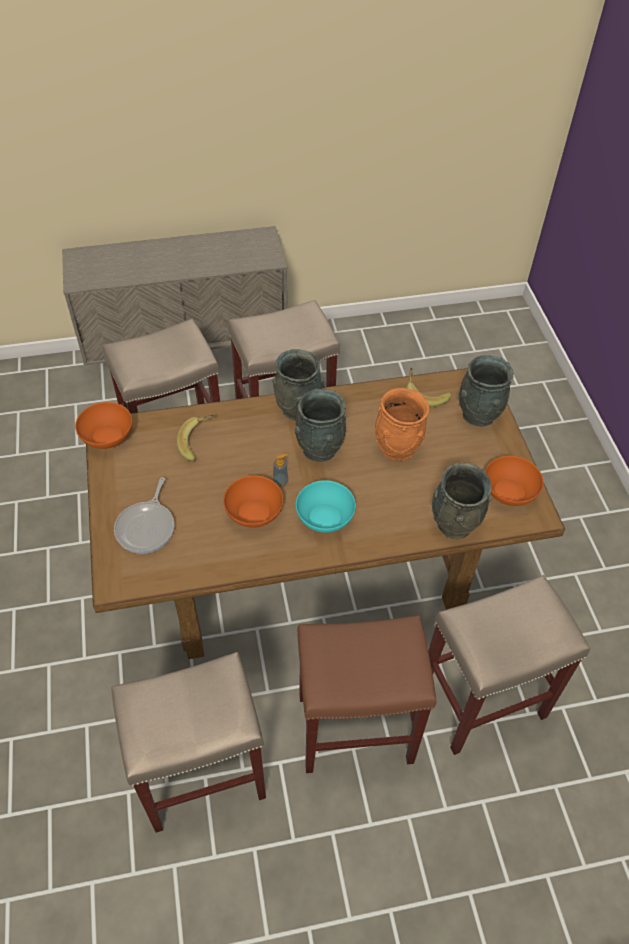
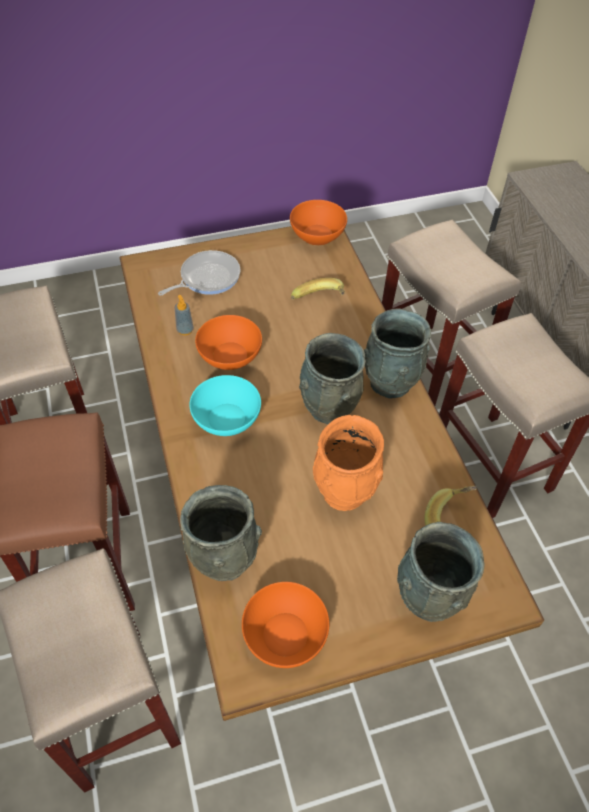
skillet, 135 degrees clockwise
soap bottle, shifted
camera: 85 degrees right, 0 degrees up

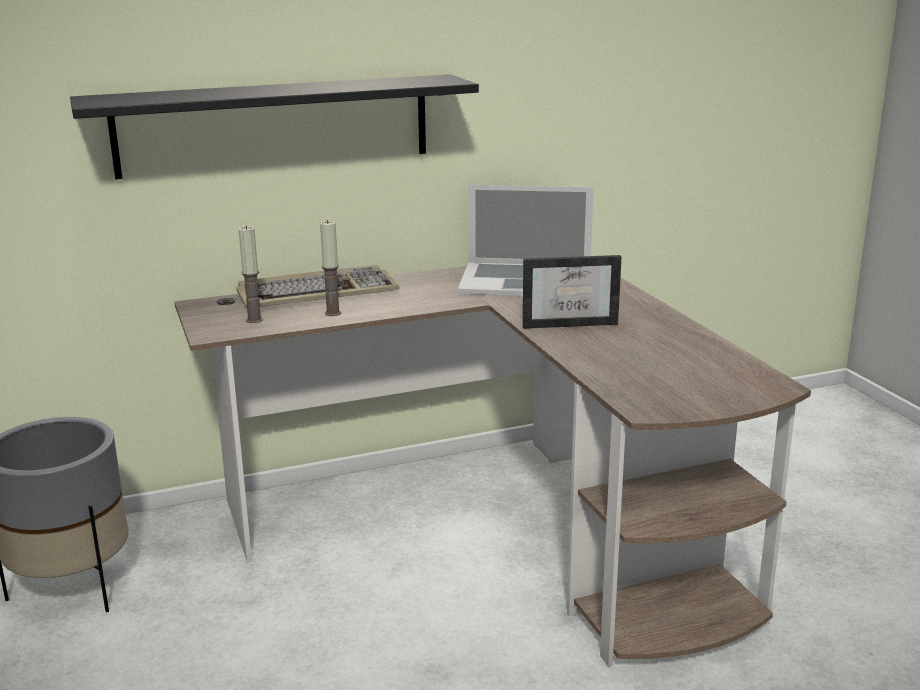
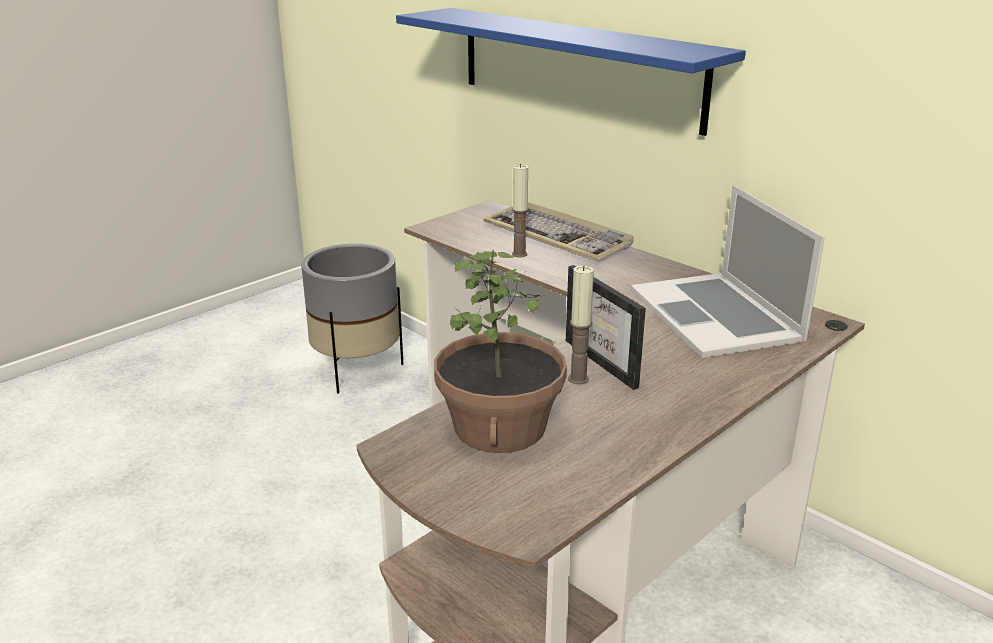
black wall shelf → blue-coloured wall shelf
- → potted plant
wax light (no. 1 from left in the first image) → wax light (no. 2 from left), shifted
camera: 65 degrees right, 5 degrees up

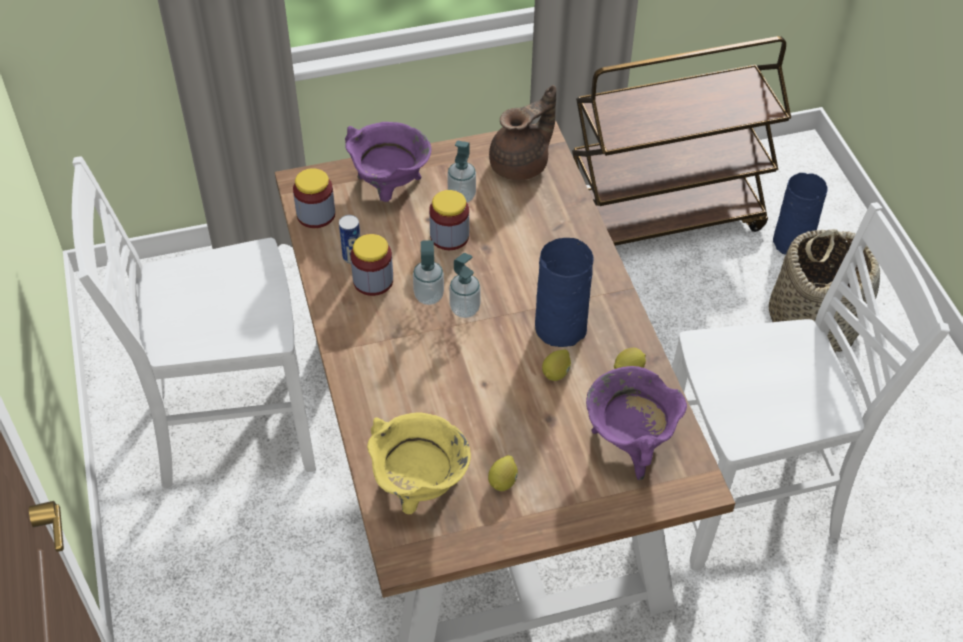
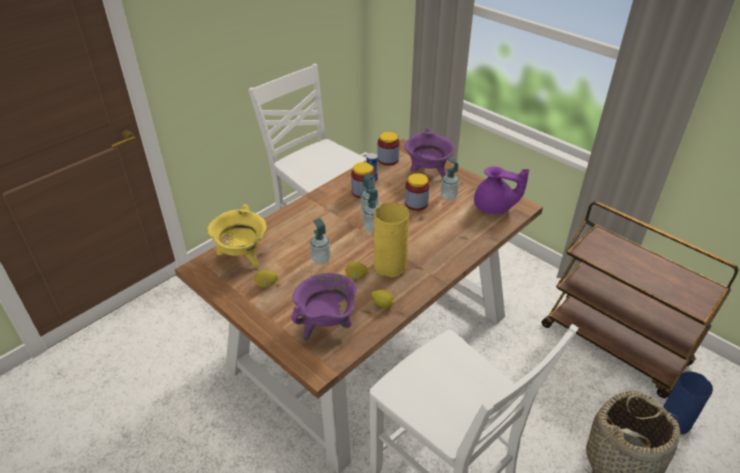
- → soap bottle (no. 1 from left)
blue-coloured flower vase (no. 1 from left) → yellowish flower vase
brown-coloured pot for tea → purple pot for tea
camera: 60 degrees right, 10 degrees down

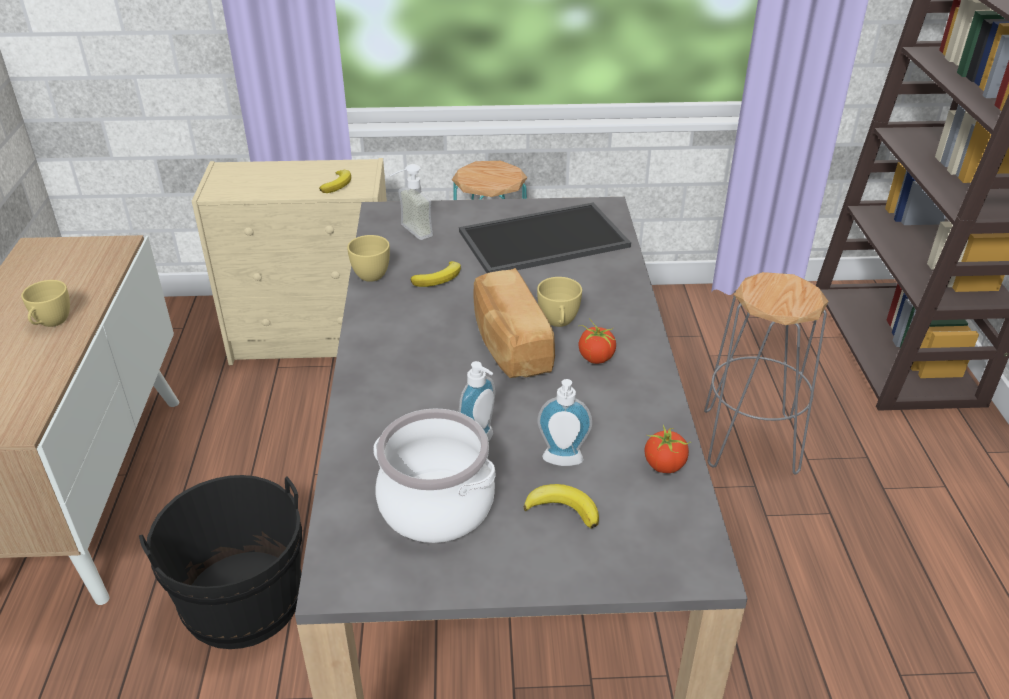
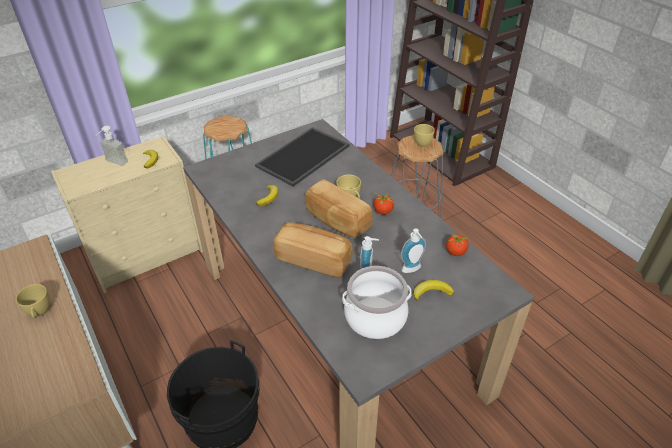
soap bottle (no. 1 from left), shifted
- → baked bread (no. 1 from left)
yellowish small cup (no. 2 from left in the first image) → yellowish small cup (no. 3 from left), shifted
camera: 30 degrees left, 5 degrees up

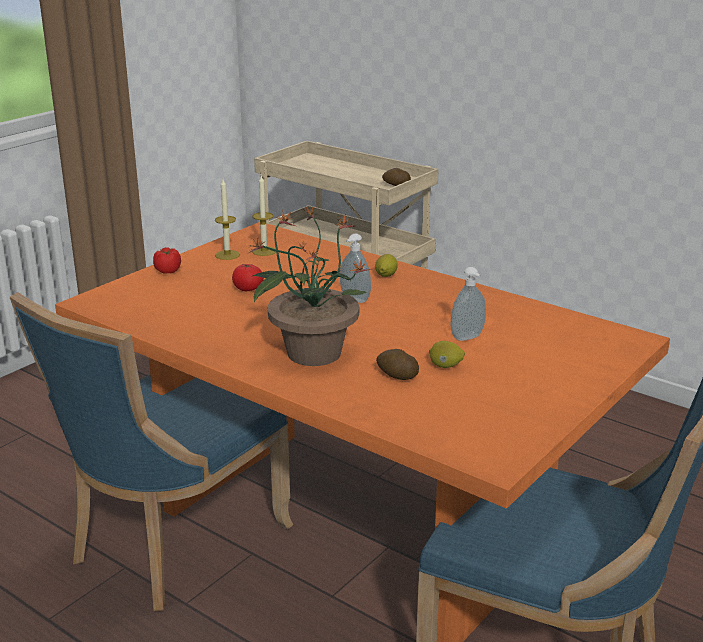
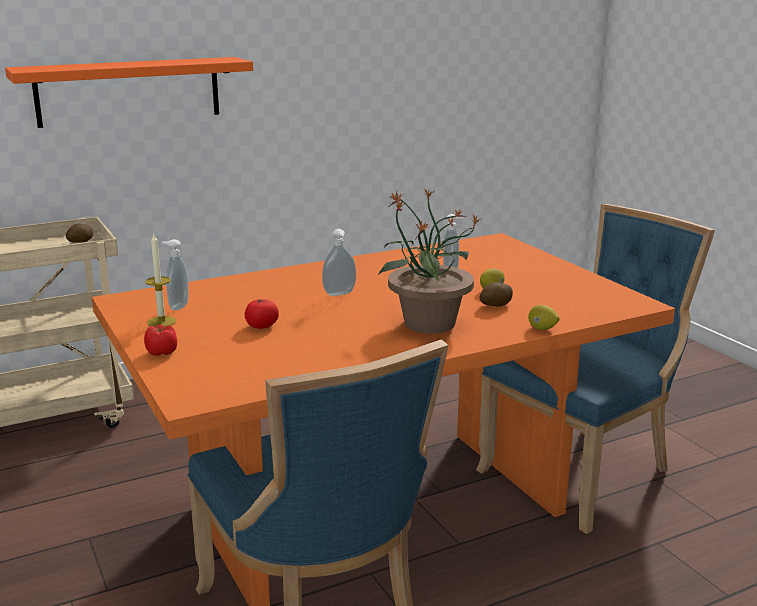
- → orange-coloured wall shelf
wax light (no. 2 from left) → soap bottle (no. 1 from left)
citrus fruit (no. 1 from left in the first image) → citrus fruit (no. 2 from left), shifted
camera: 65 degrees left, 5 degrees down

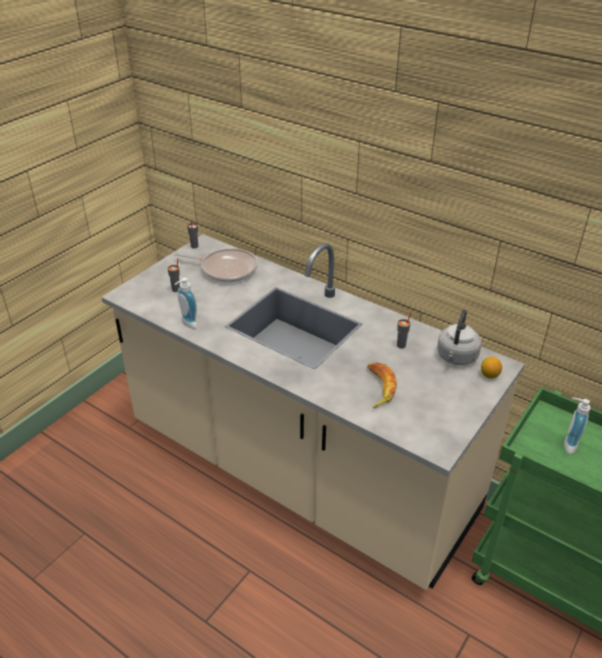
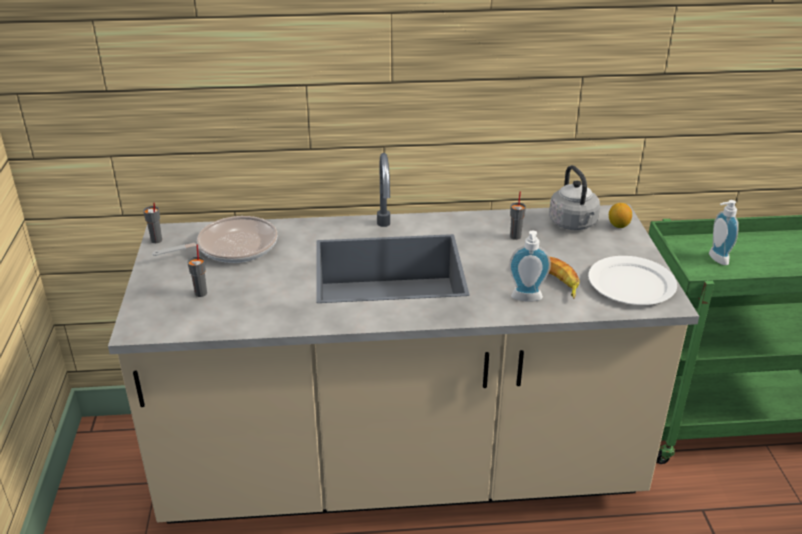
soap bottle (no. 1 from left), shifted
- → white flat dish
camera: 40 degrees left, 5 degrees down

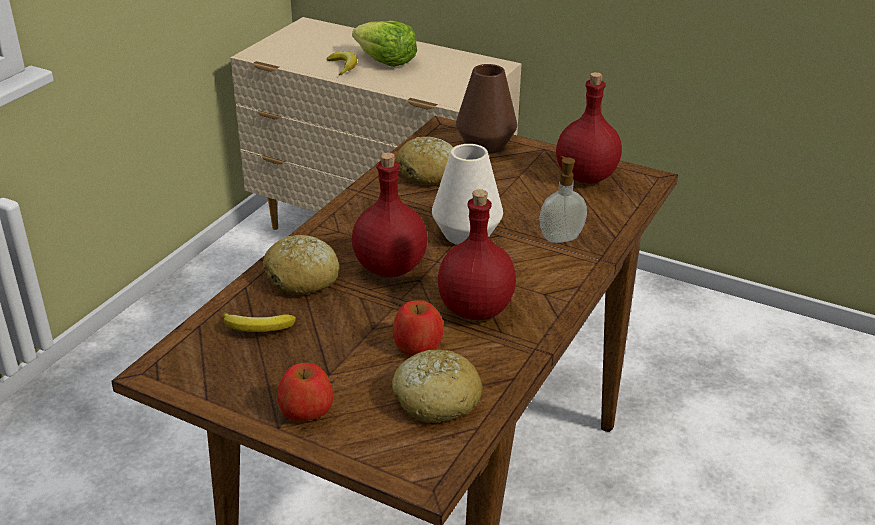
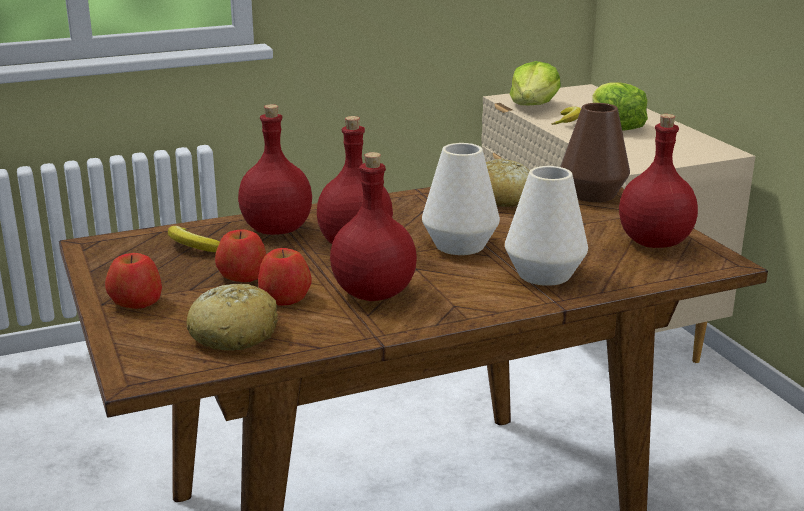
- → apple (no. 2 from left)
baked bread (no. 1 from left) → reddish drink bottle (no. 1 from left)
soap bottle → white flower vase (no. 2 from left)
- → lettuce head (no. 1 from left)
camera: 40 degrees right, 10 degrees down

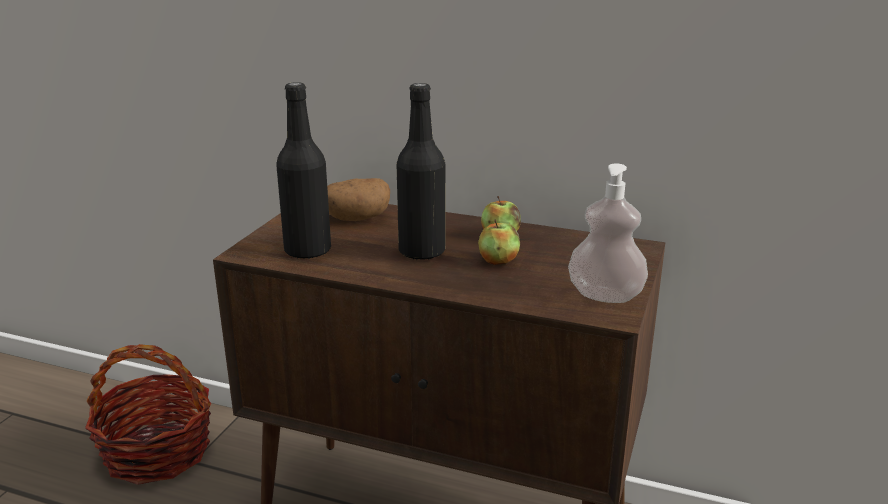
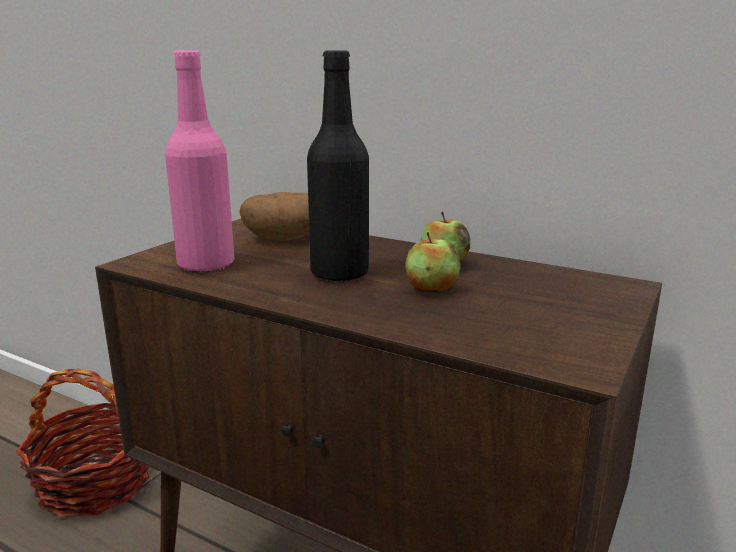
black drink bottle (no. 1 from left) → pink drink bottle
soap bottle → -
camera: 10 degrees right, 5 degrees down

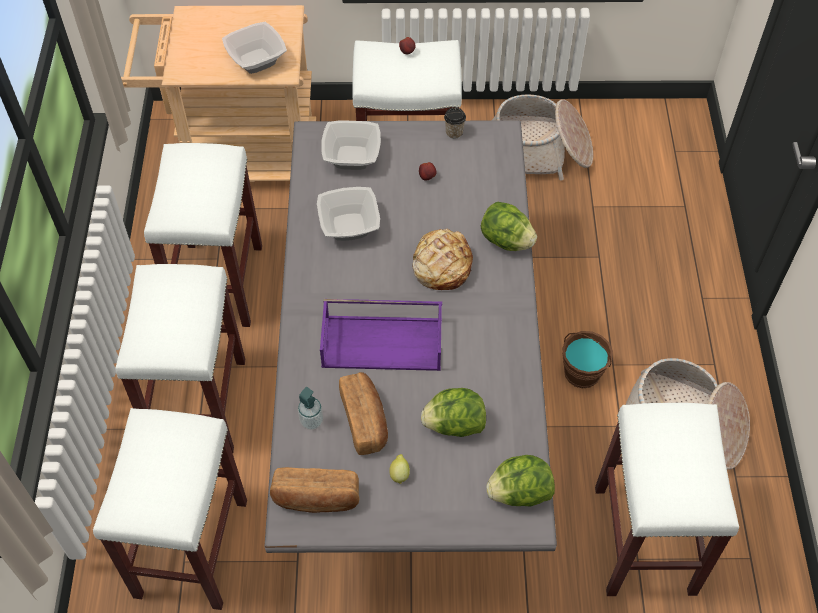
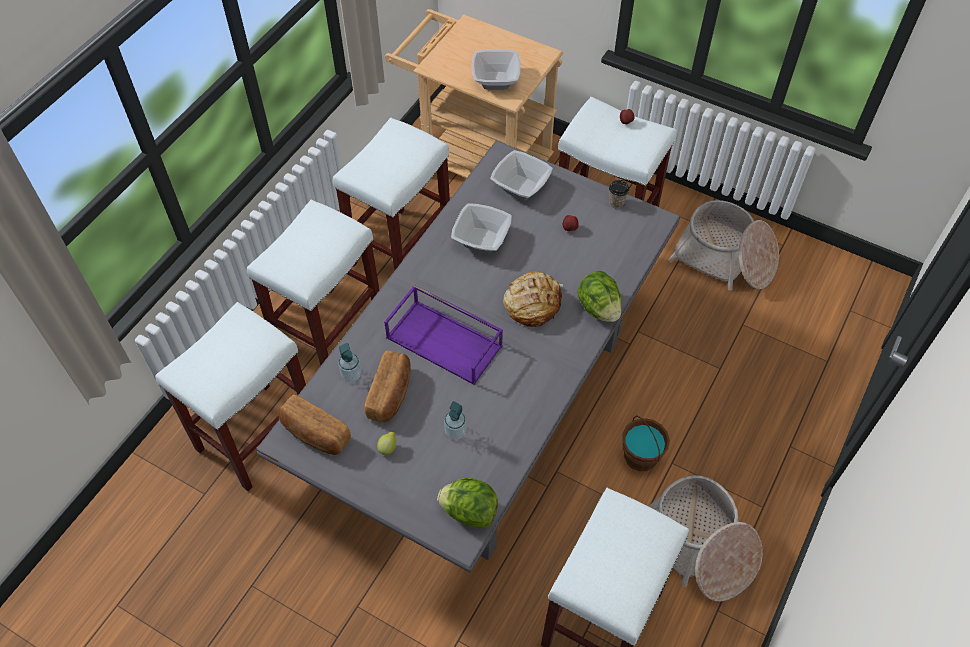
lettuce head (no. 1 from left) → soap bottle (no. 2 from left)
camera: 30 degrees right, 0 degrees up

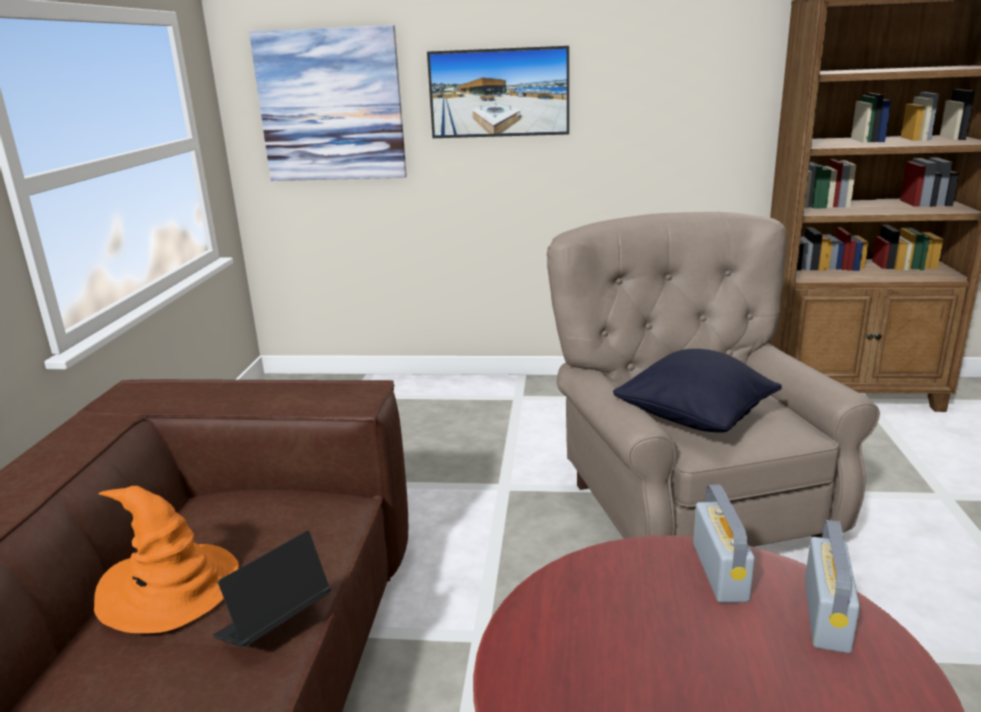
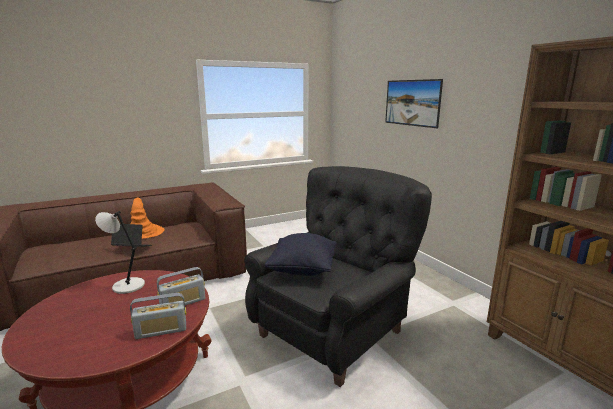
- → gray table lamp
beige lounge chair → black lounge chair
wall art (no. 1 from left) → -
camera: 55 degrees right, 5 degrees down

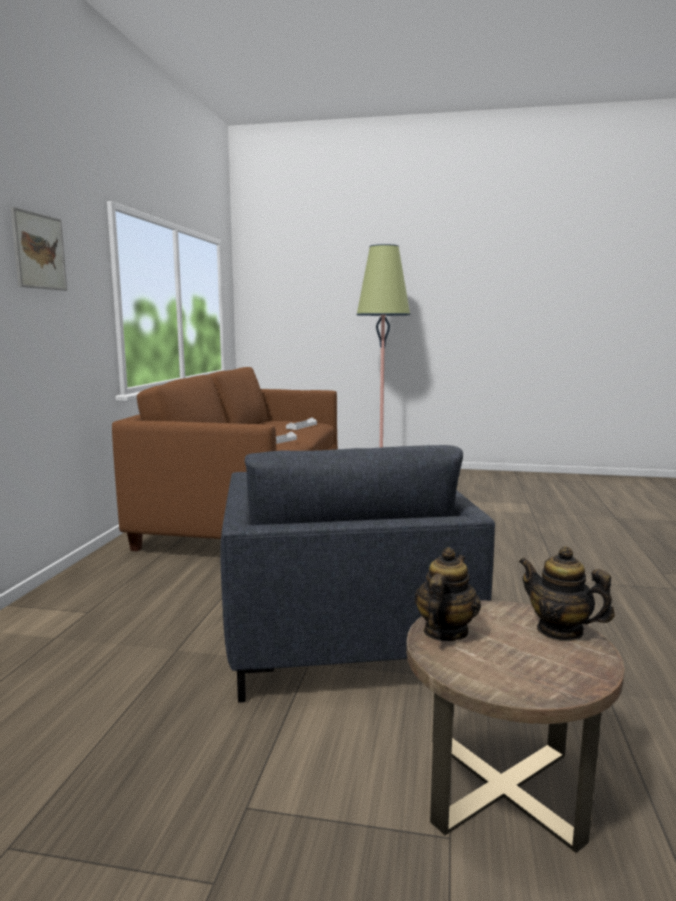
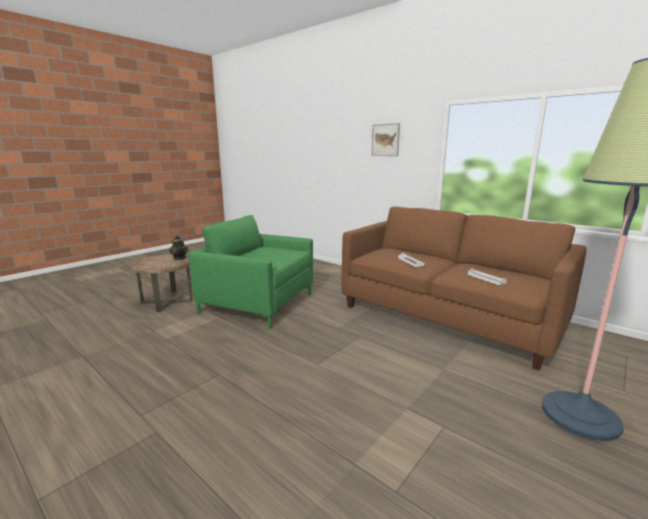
gray lounge chair → greenish lounge chair
pot for tea (no. 2 from left) → -
camera: 120 degrees right, 5 degrees up

